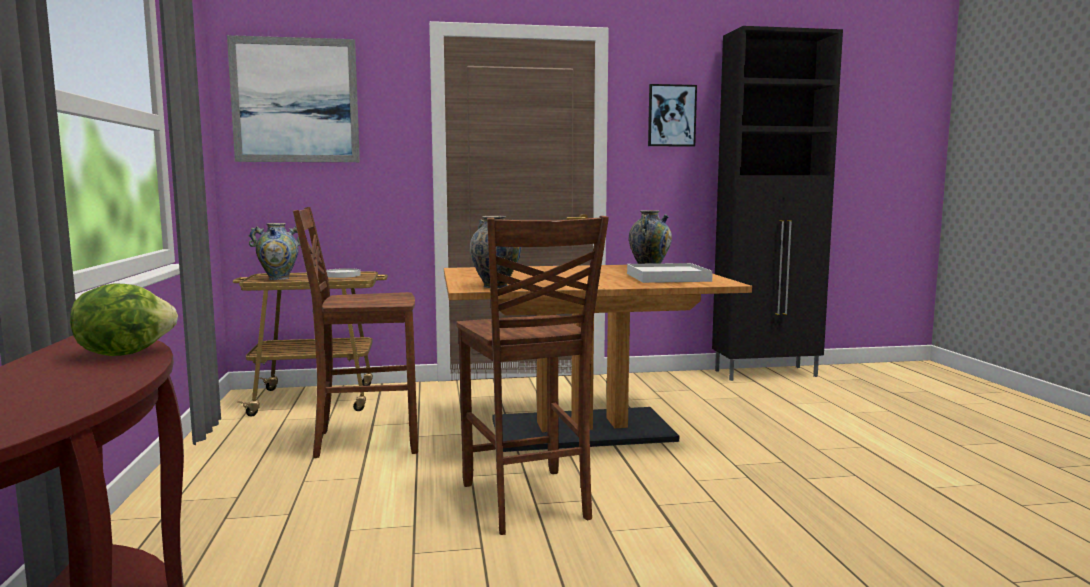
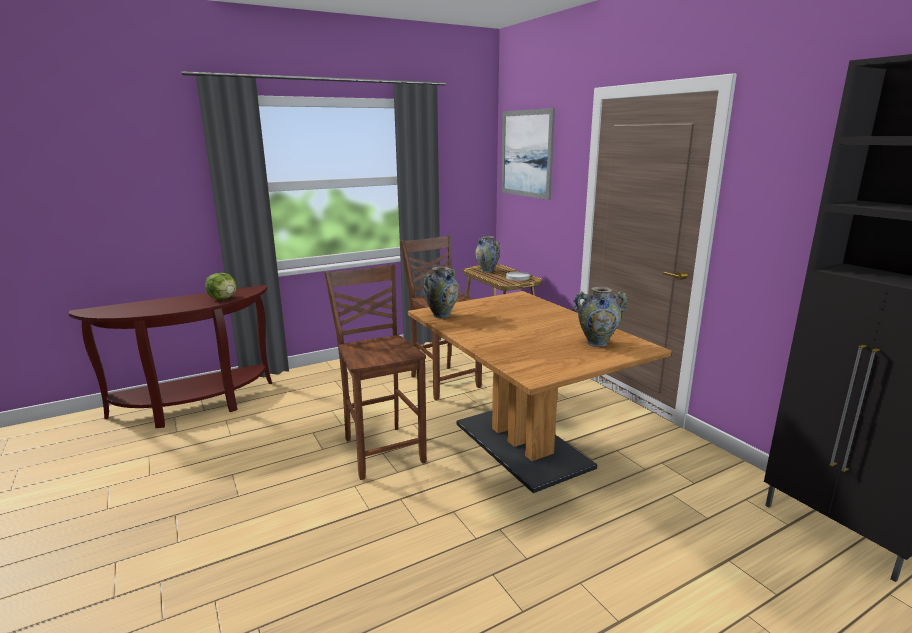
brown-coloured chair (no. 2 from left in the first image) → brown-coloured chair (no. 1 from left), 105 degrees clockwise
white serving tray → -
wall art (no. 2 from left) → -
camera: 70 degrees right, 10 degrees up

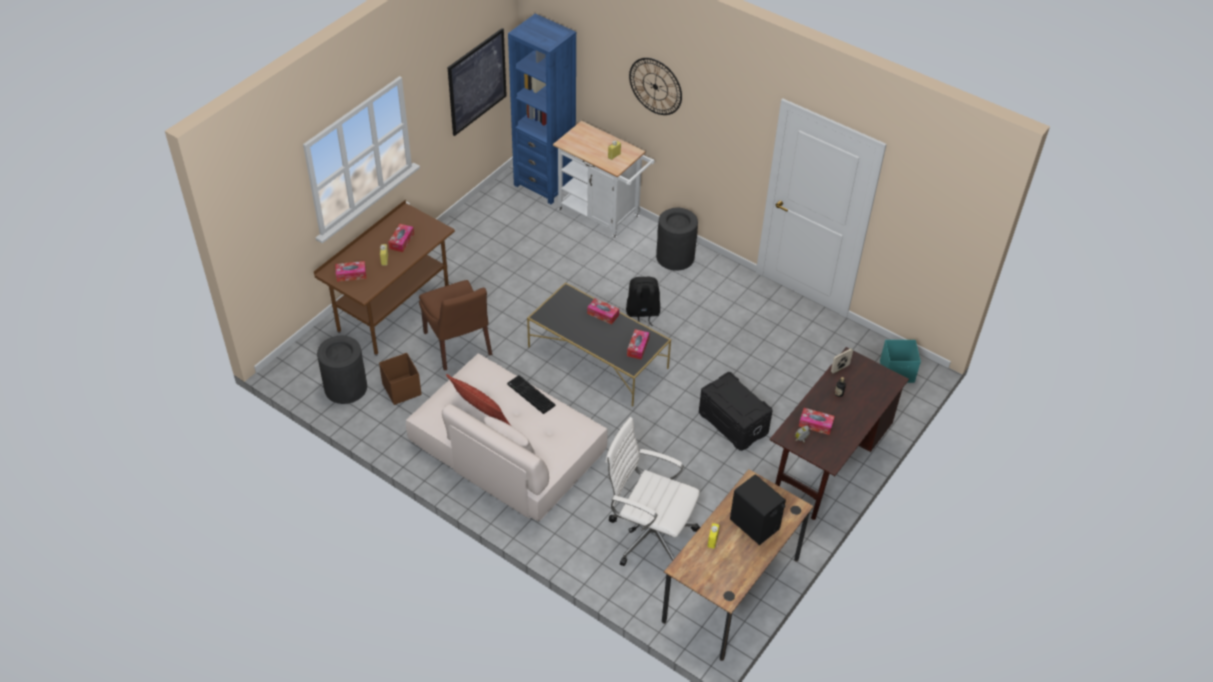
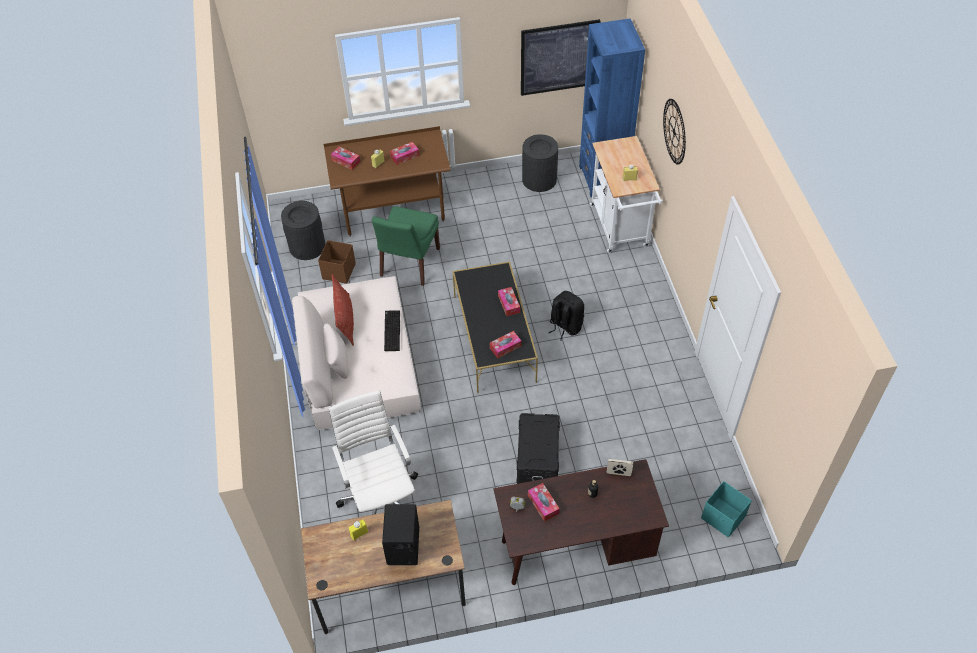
brown-coloured chair → greenish chair
black rubbish bin (no. 2 from left), shifted
camera: 45 degrees right, 5 degrees up

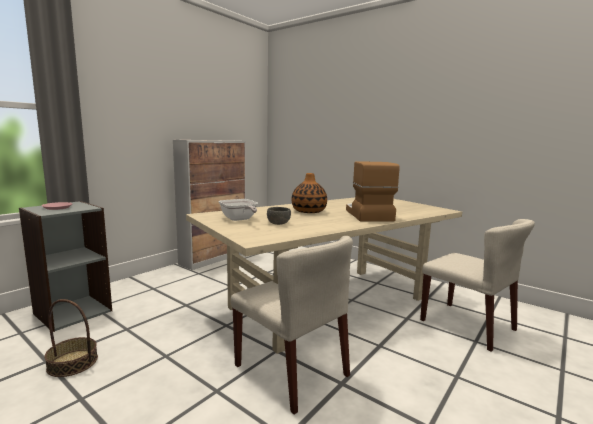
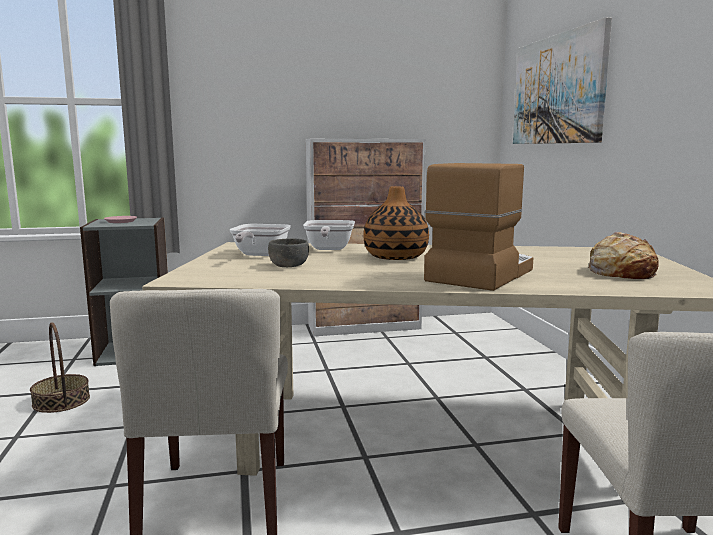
- → skillet (no. 2 from left)
- → wall art
- → baked bread
camera: 40 degrees right, 0 degrees up

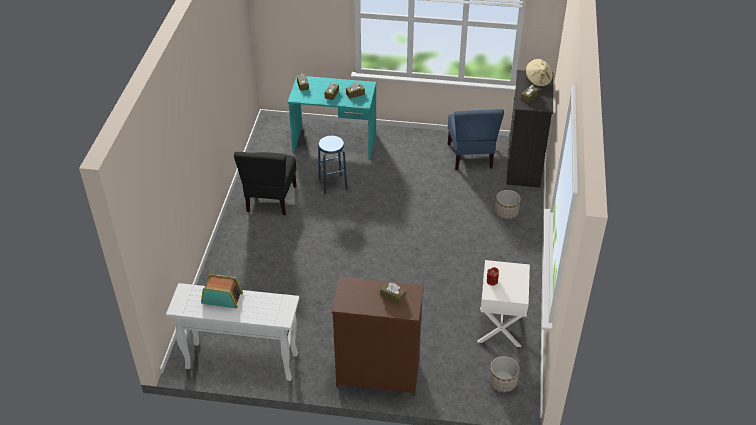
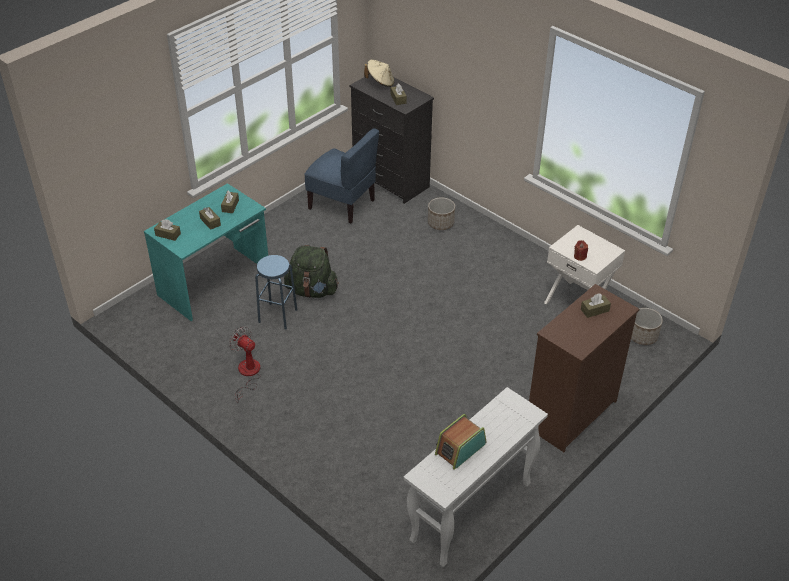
black chair → fan
- → greenish rucksack
camera: 55 degrees left, 0 degrees up

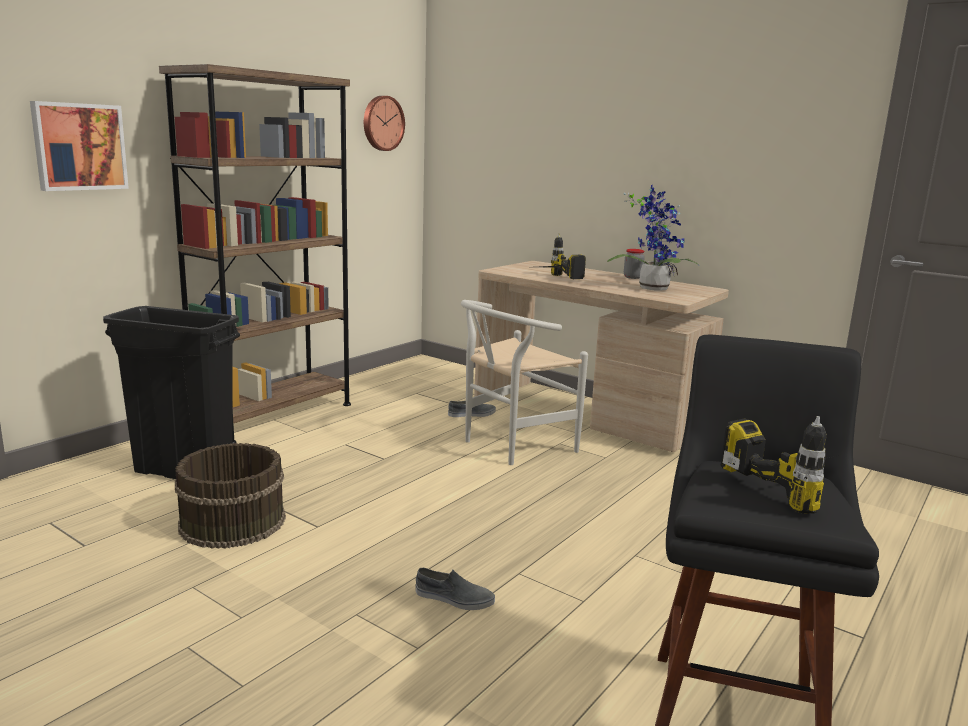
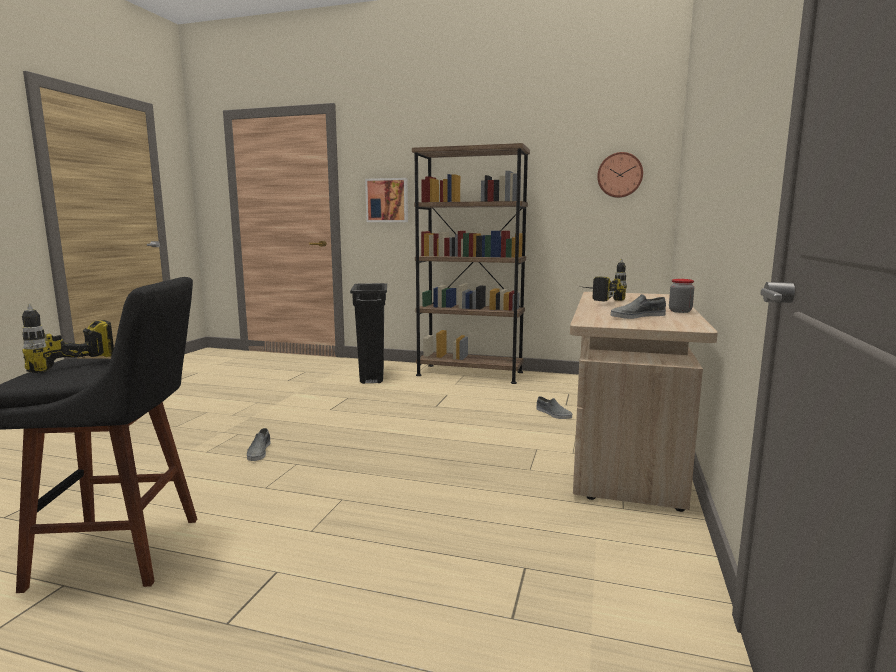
potted plant → gray low shoe (no. 3 from left)
brown-coloured pail → -
white chair → -
camera: 70 degrees right, 5 degrees down

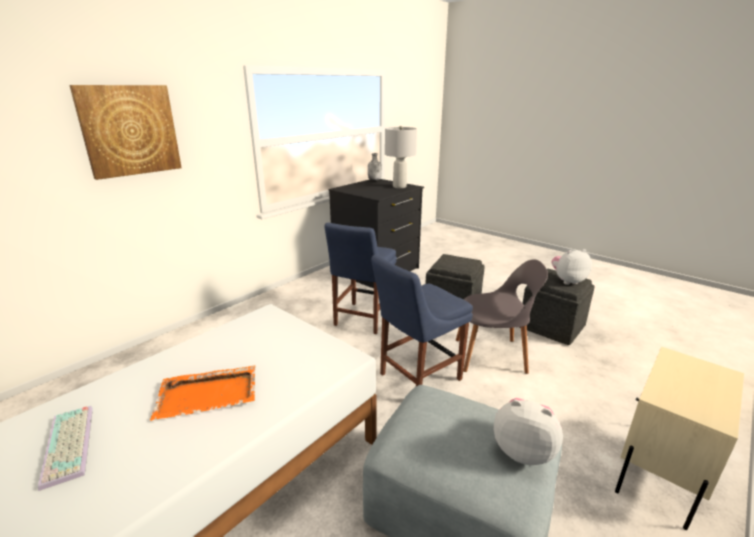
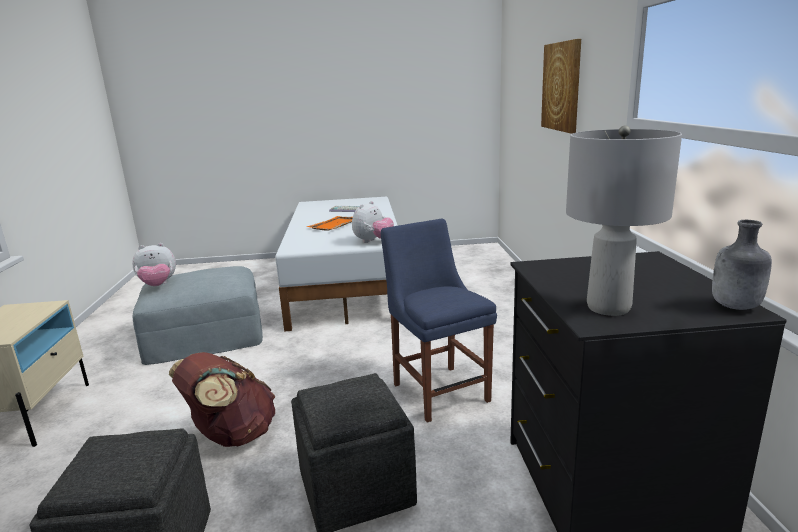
gray chair → brown-coloured rucksack
soft toy (no. 2 from left), shifted
blue-coloured chair (no. 2 from left) → -
camera: 135 degrees right, 5 degrees down

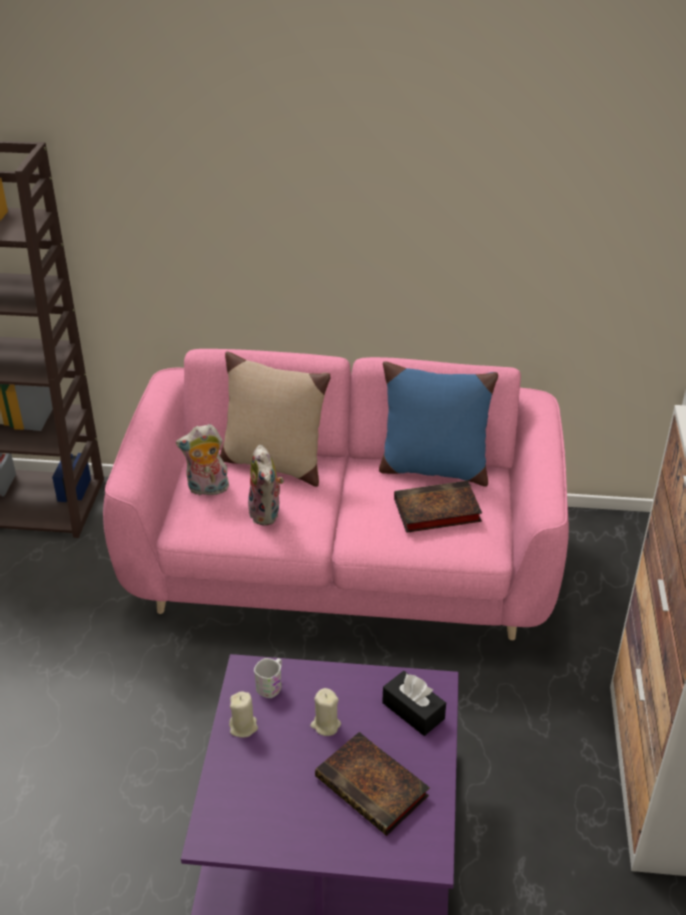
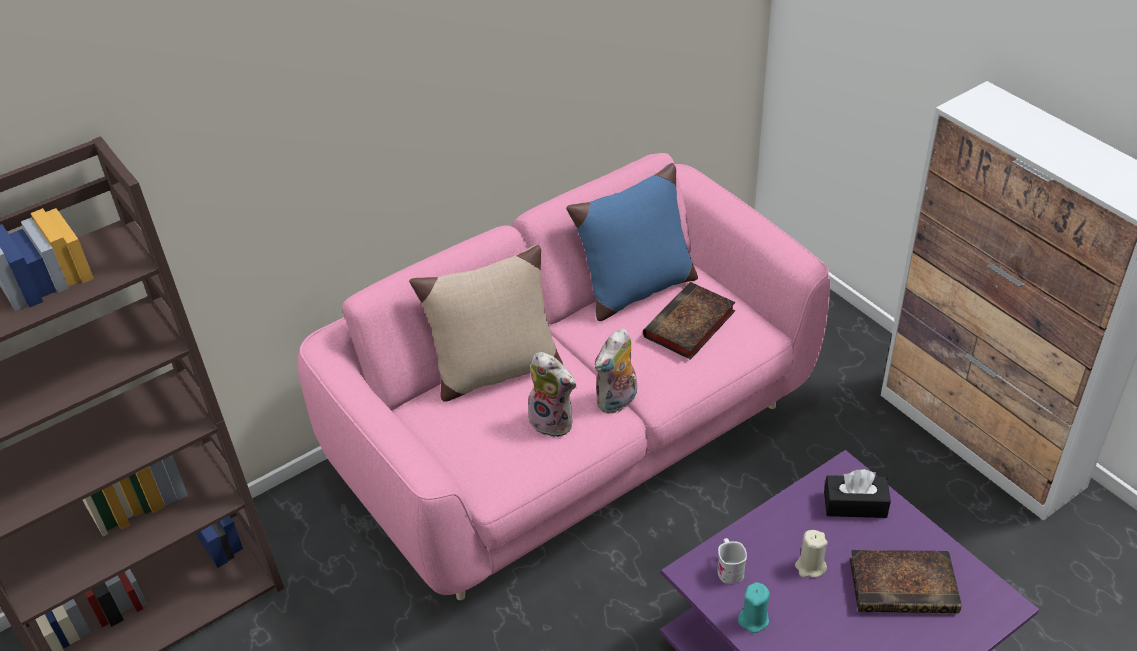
soft toy (no. 1 from left in the first image) → soft toy (no. 2 from left), shifted
beige wax light (no. 1 from left) → turquoise-coloured wax light
camera: 40 degrees left, 5 degrees up

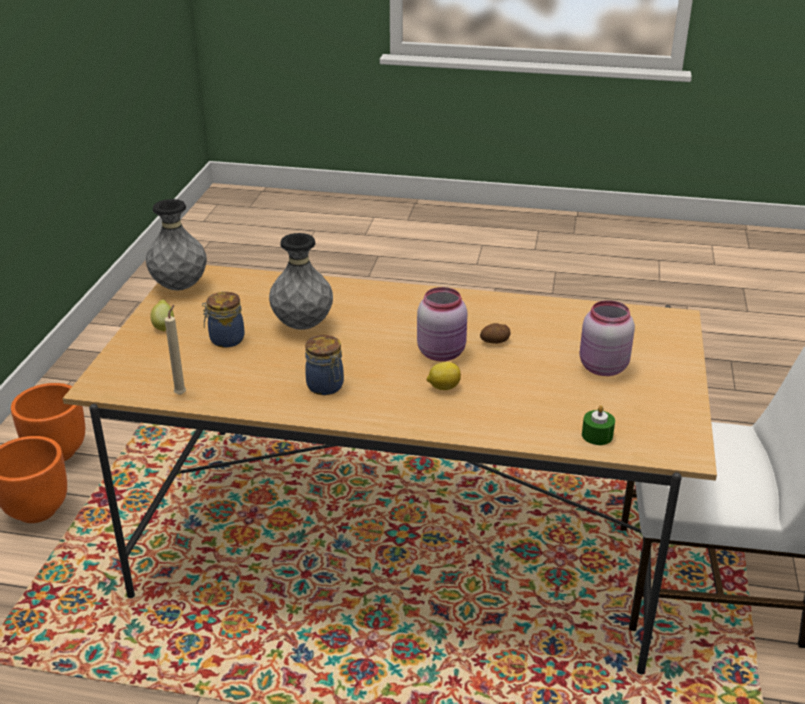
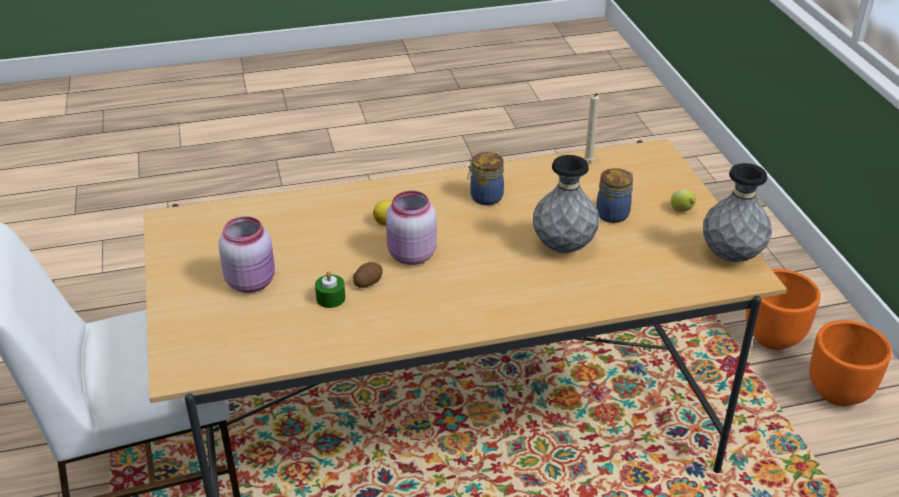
greenish wax light, shifted
camera: 155 degrees right, 5 degrees up

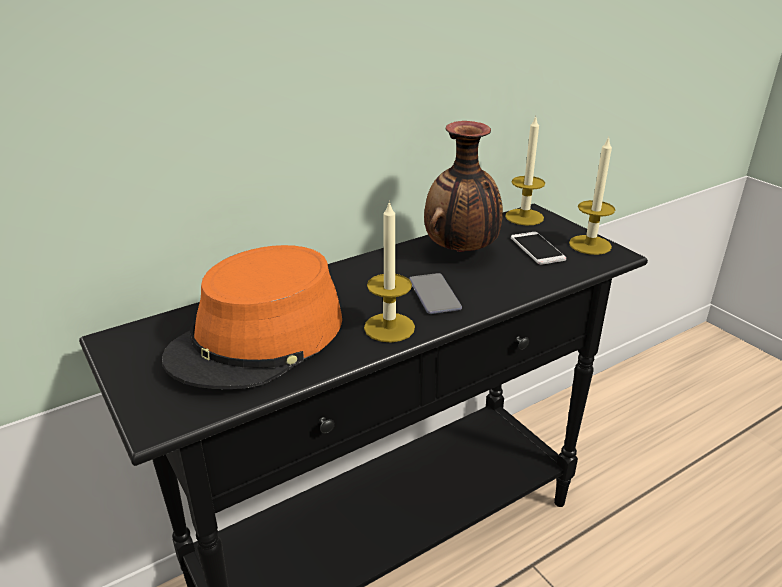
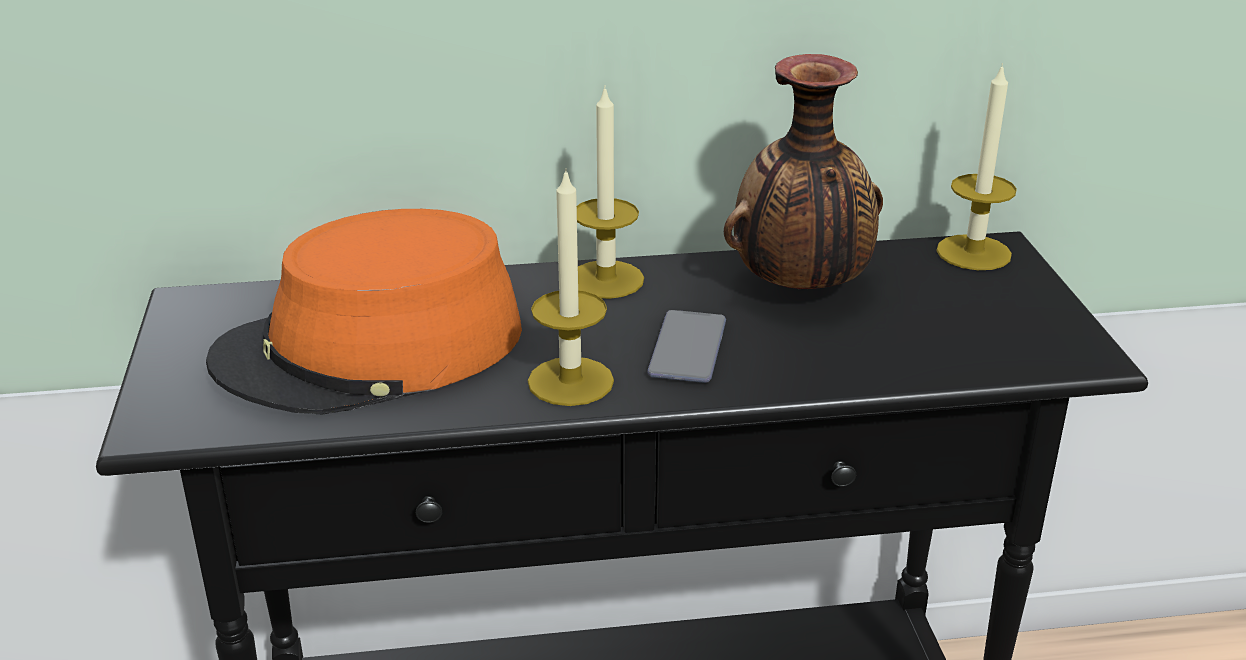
wax light (no. 3 from left in the first image) → wax light (no. 2 from left), shifted
telephone (no. 2 from left) → -
camera: 25 degrees right, 0 degrees up

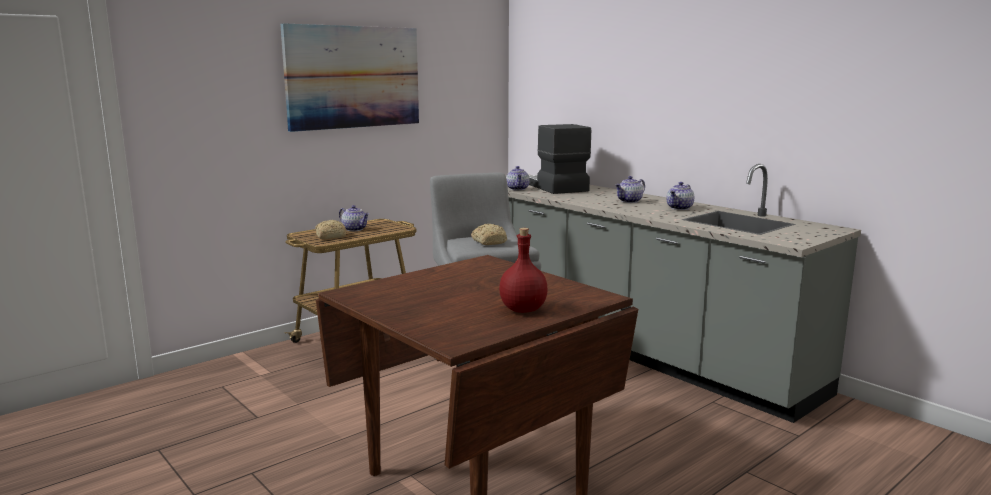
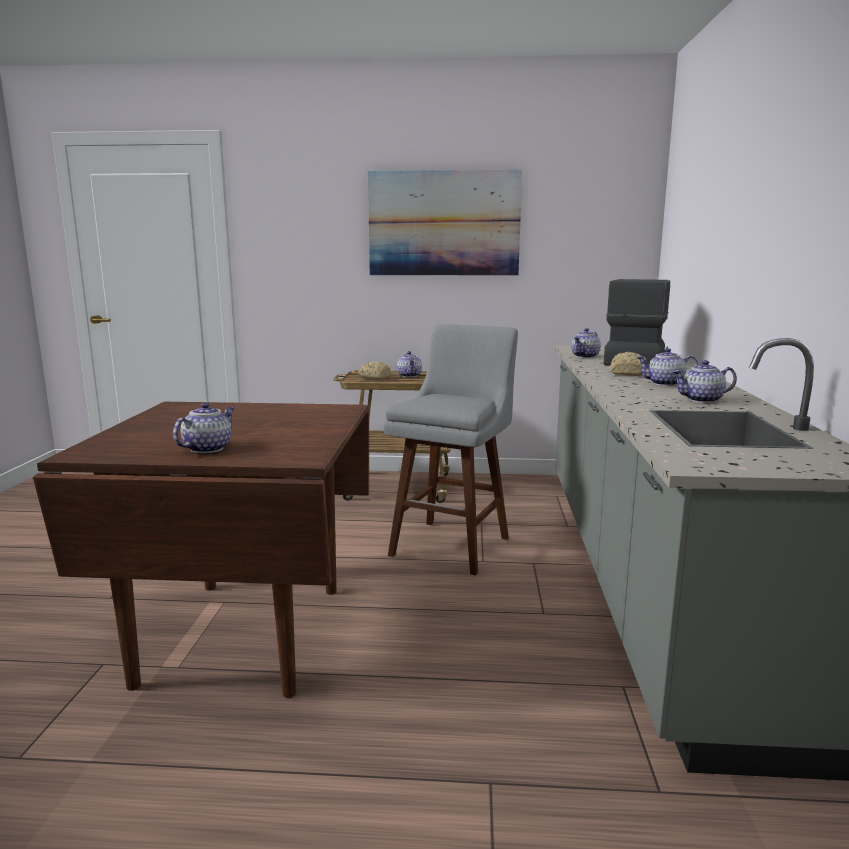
reddish drink bottle → pot for tea (no. 1 from left)
baked bread (no. 2 from left), shifted
camera: 45 degrees right, 0 degrees up

